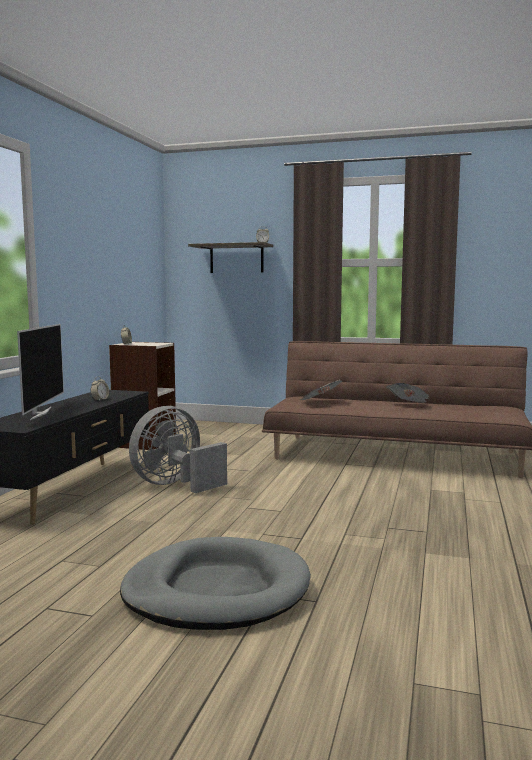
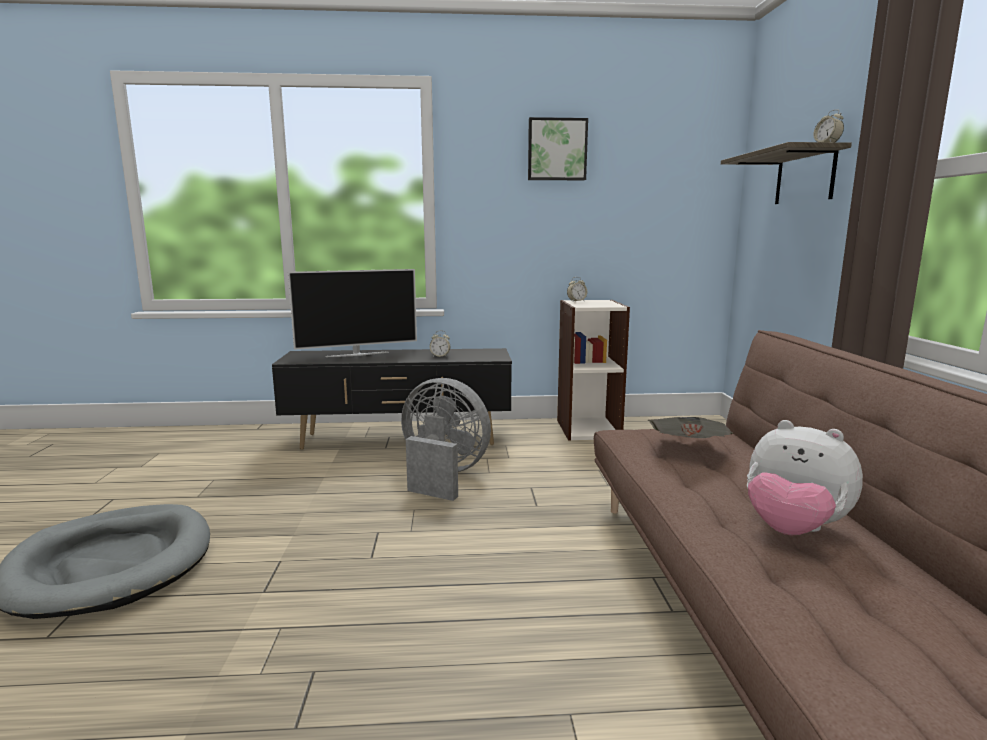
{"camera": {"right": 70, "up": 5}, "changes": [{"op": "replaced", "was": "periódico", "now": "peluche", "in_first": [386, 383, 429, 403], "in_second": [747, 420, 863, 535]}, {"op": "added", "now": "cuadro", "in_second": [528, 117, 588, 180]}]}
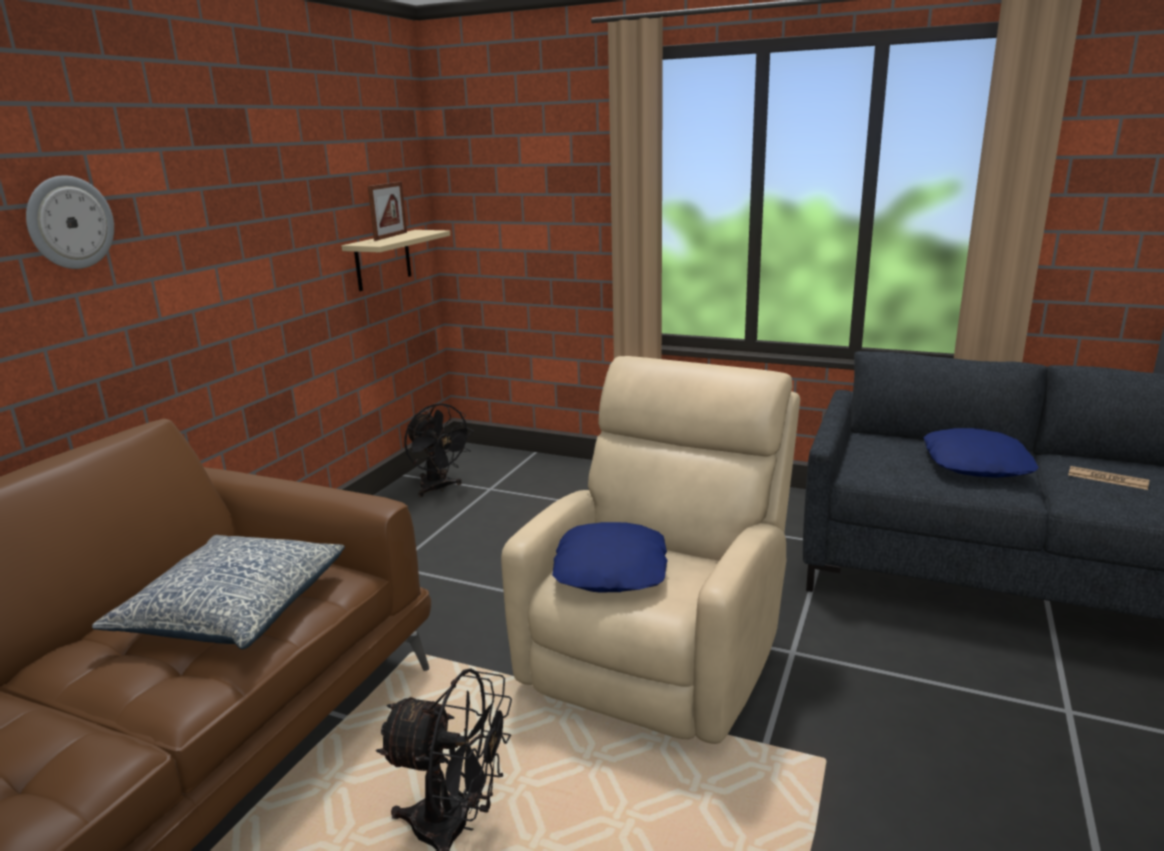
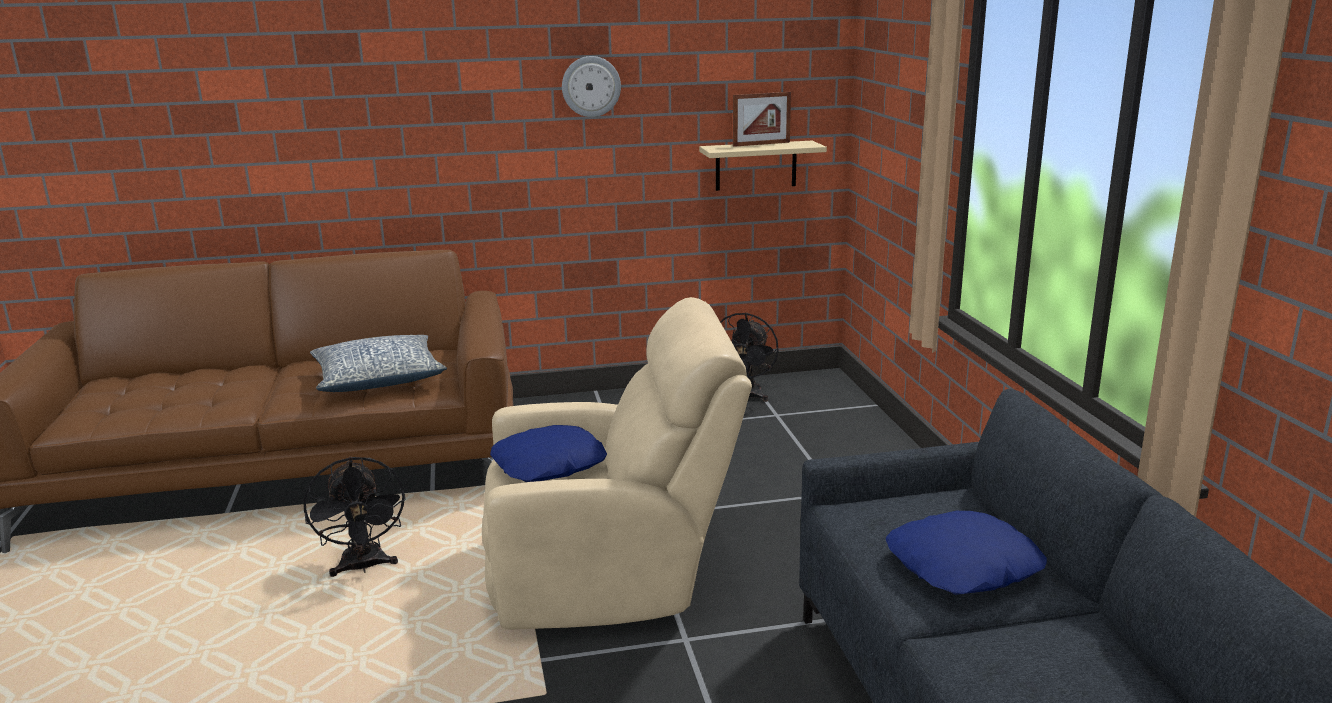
{"camera": {"right": 55, "up": 0}, "changes": [{"op": "moved", "was": "reloj de pared", "in_first": [26, 175, 114, 269], "in_second": [562, 56, 621, 117]}, {"op": "removed", "was": "periódico", "in_first": [1068, 466, 1149, 490]}]}
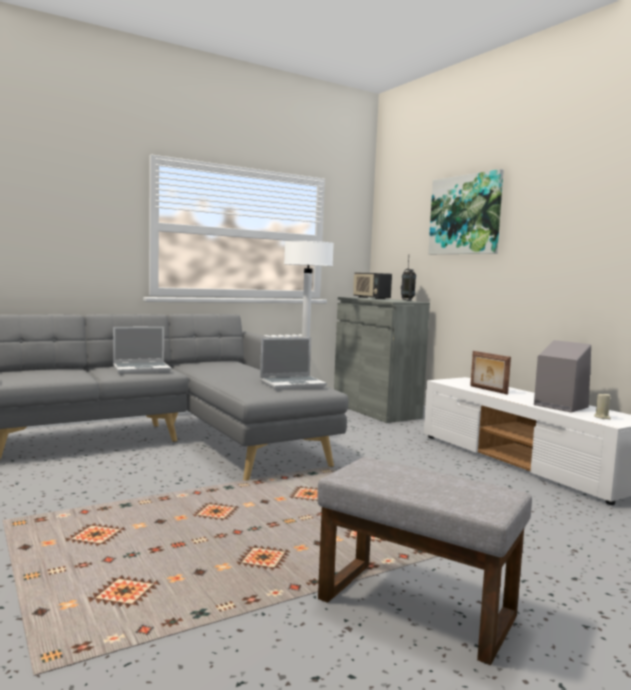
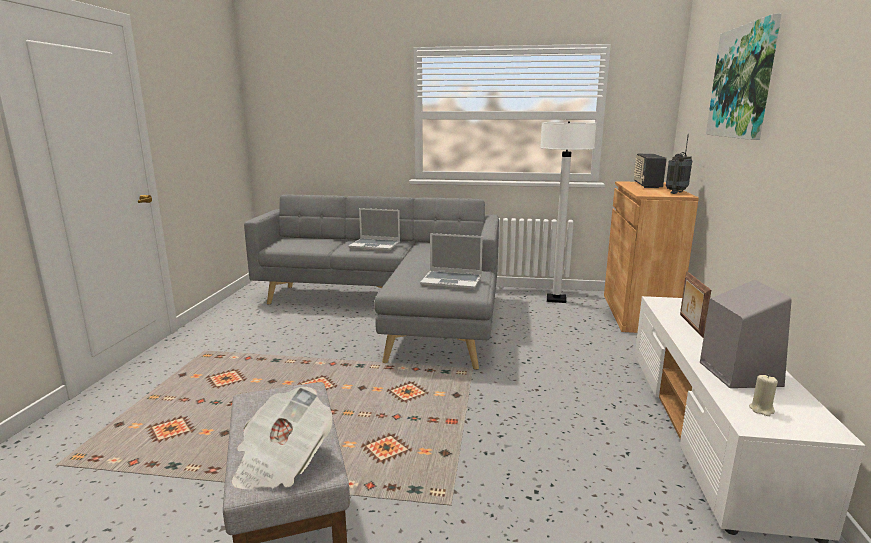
{"camera": {"right": 40, "up": 10}, "changes": [{"op": "recoloured", "was": "armario [gris]", "now": "armario [marrón]", "in_first": [334, 297, 430, 423], "in_second": [604, 181, 699, 333]}, {"op": "added", "now": "periódico", "in_second": [232, 386, 332, 489]}]}
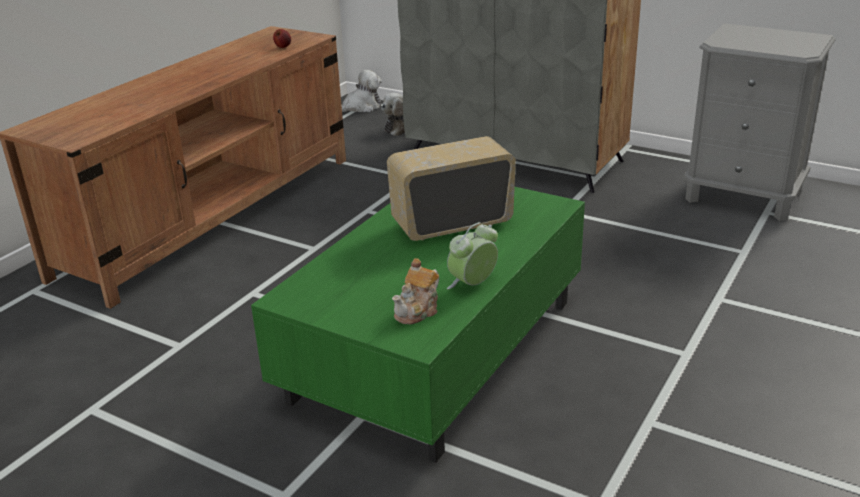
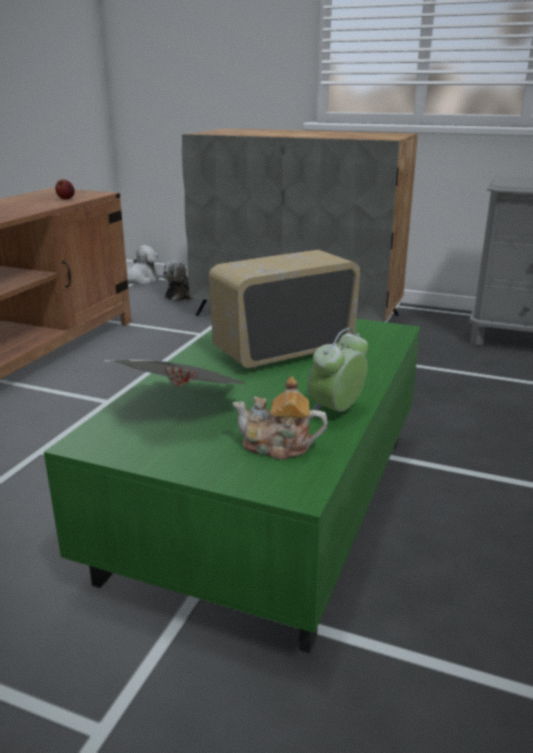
{"camera": {"right": -10, "up": -5}, "changes": [{"op": "turned", "was": "tetera", "in_first": [392, 258, 439, 325], "in_second": [233, 376, 328, 460], "clockwise": 75}, {"op": "added", "now": "periódico", "in_second": [103, 359, 245, 386]}]}
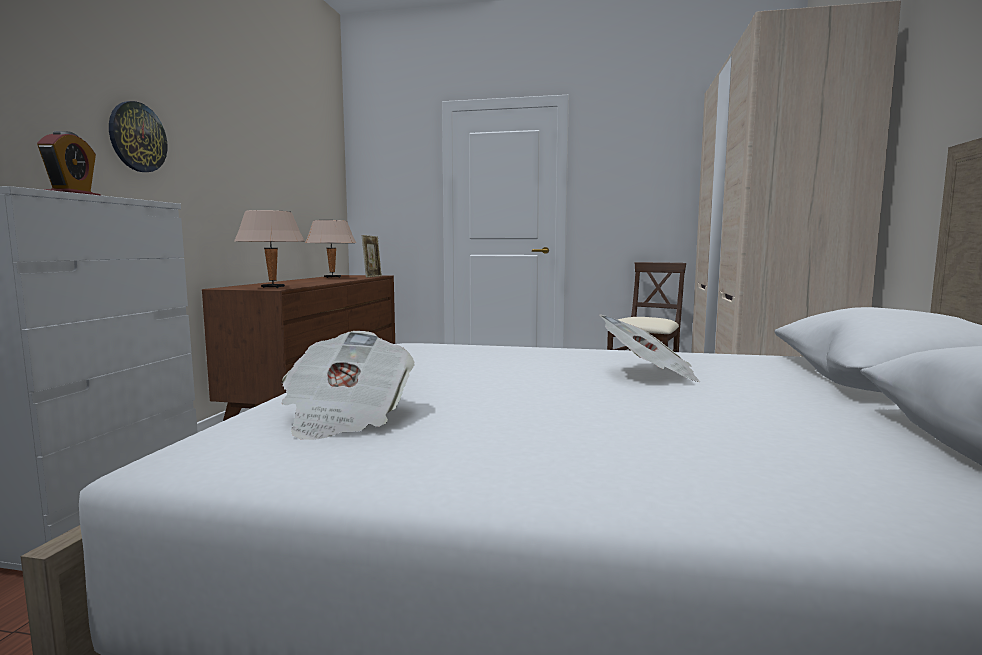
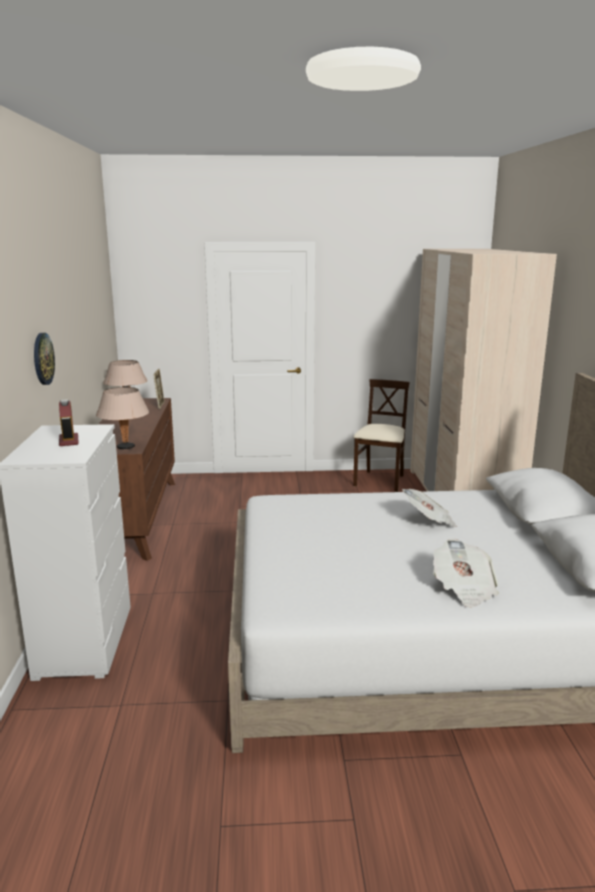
{"camera": {"right": -15, "up": 10}, "changes": [{"op": "moved", "was": "periódico", "in_first": [281, 331, 415, 440], "in_second": [433, 539, 499, 608]}]}
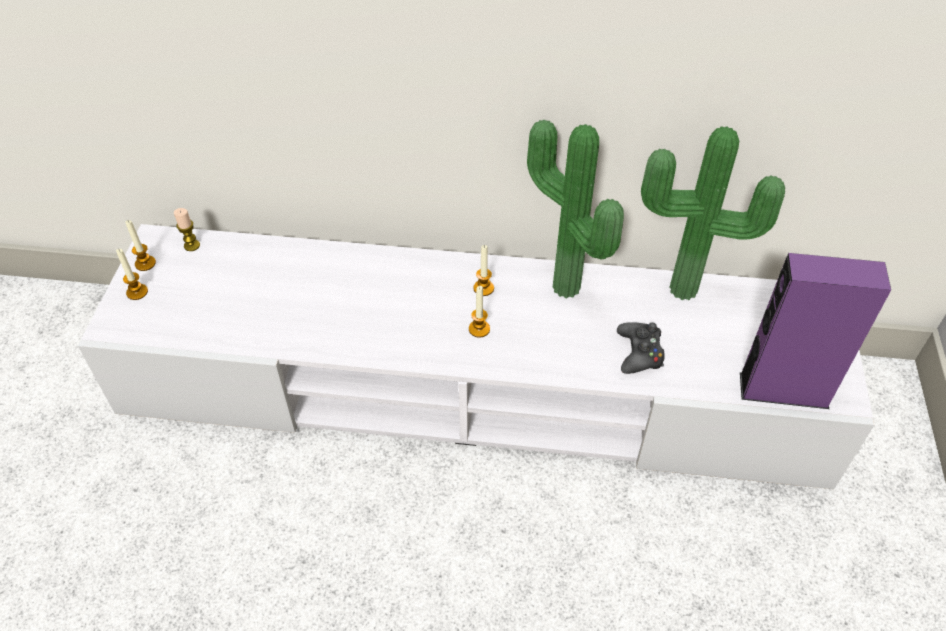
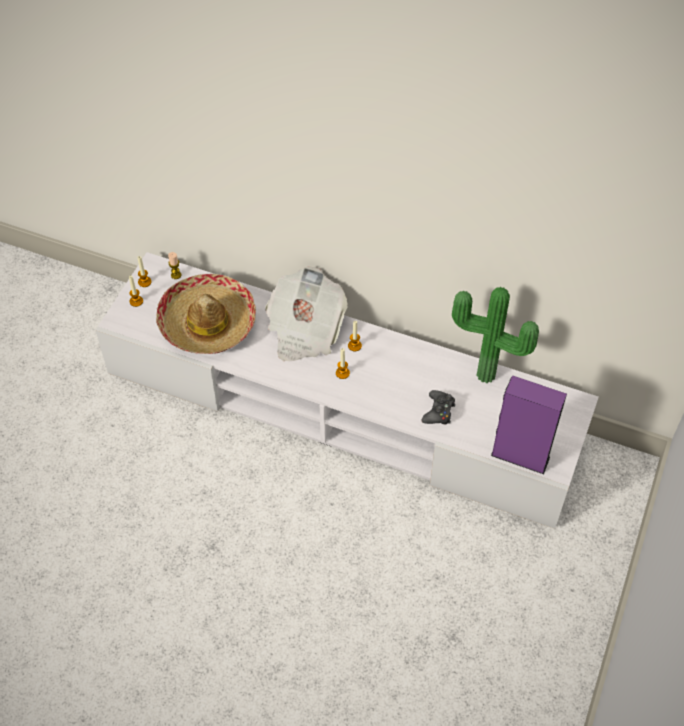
{"camera": {"right": 15, "up": 5}, "changes": [{"op": "removed", "was": "planta en maceta", "in_first": [527, 120, 624, 298]}, {"op": "added", "now": "periódico", "in_second": [265, 266, 348, 361]}, {"op": "added", "now": "sombrero", "in_second": [156, 274, 256, 354]}]}
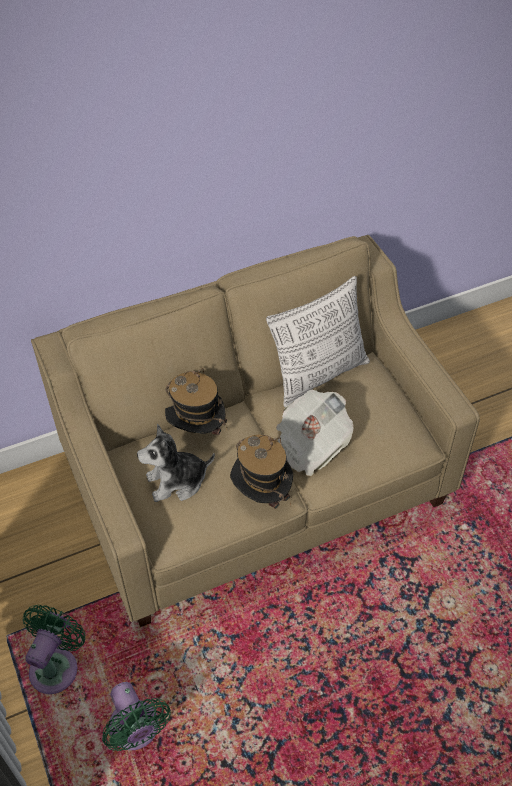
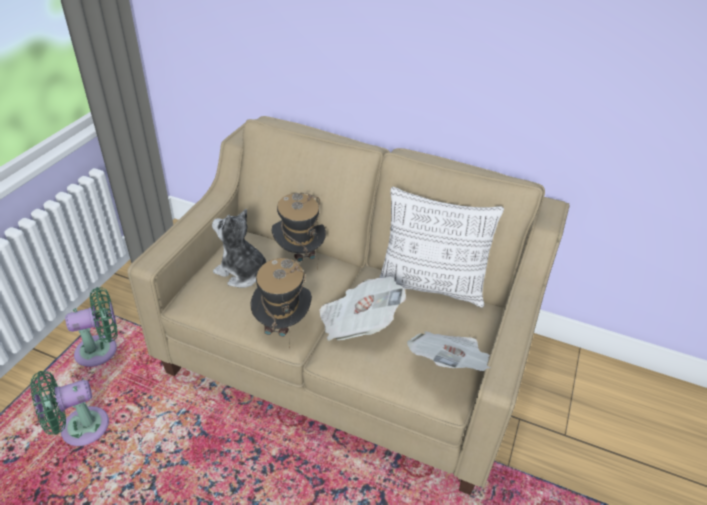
{"camera": {"right": 45, "up": -10}, "changes": [{"op": "turned", "was": "ventilador [verde]", "in_first": [102, 682, 171, 751], "in_second": [30, 371, 109, 446], "clockwise": 45}, {"op": "added", "now": "periódico", "in_second": [407, 331, 491, 371]}]}
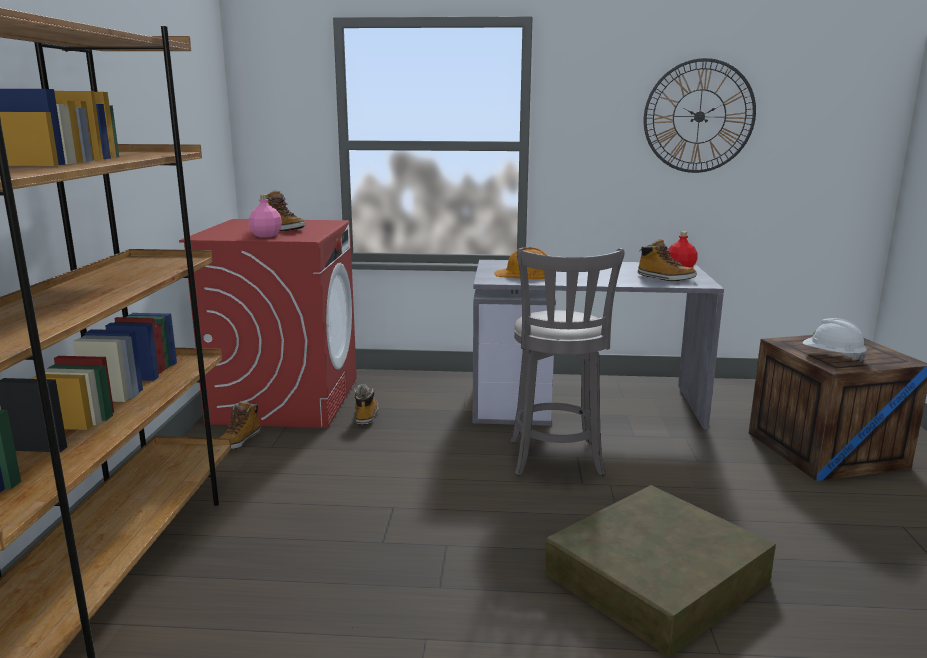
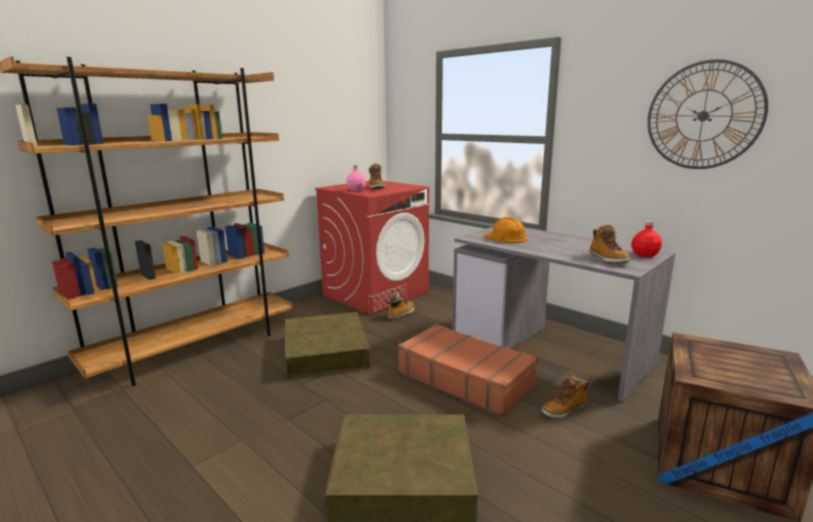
{"camera": {"right": 40, "up": 0}, "changes": [{"op": "replaced", "was": "taburete [gris]", "now": "maleta [marrón]", "in_first": [510, 248, 625, 476], "in_second": [398, 324, 538, 417]}, {"op": "removed", "was": "casco [blanco]", "in_first": [803, 318, 867, 362]}, {"op": "moved", "was": "bota", "in_first": [219, 401, 261, 450], "in_second": [542, 375, 588, 418]}, {"op": "added", "now": "caja de almacenaje [marrón]", "in_second": [285, 312, 370, 379]}]}
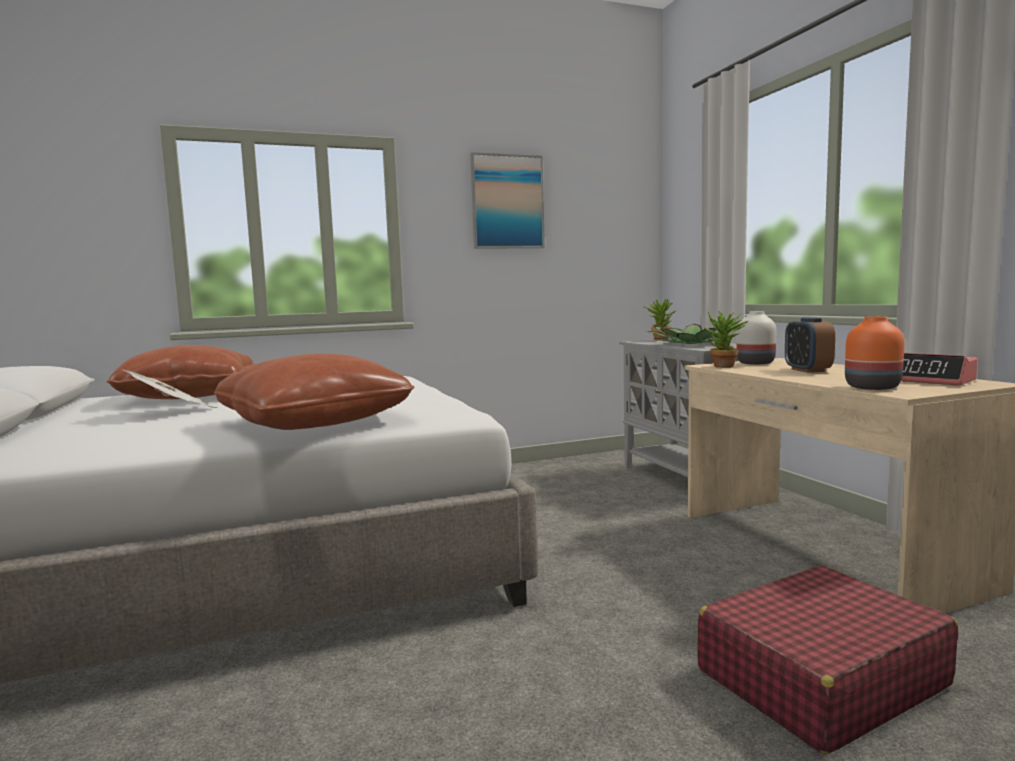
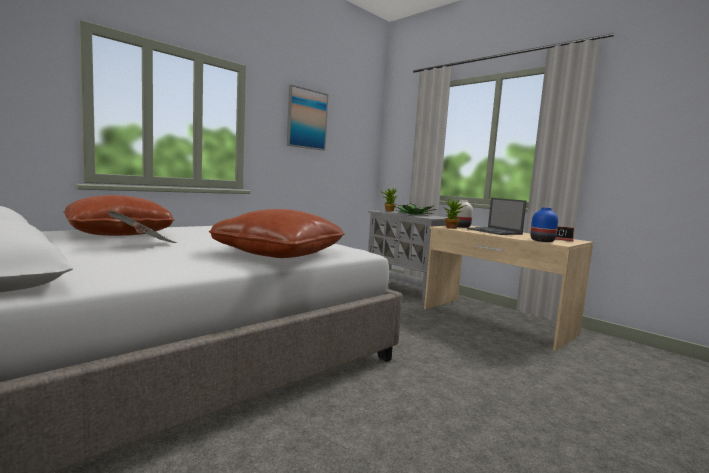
{"camera": {"right": -25, "up": 0}, "changes": [{"op": "recoloured", "was": "florero [naranja]", "now": "florero [azul]", "in_first": [845, 316, 904, 390], "in_second": [530, 208, 558, 242]}, {"op": "replaced", "was": "despertador", "now": "portátil", "in_first": [785, 317, 835, 373], "in_second": [467, 198, 526, 235]}, {"op": "removed", "was": "maleta [rojo]", "in_first": [698, 565, 958, 754]}]}
